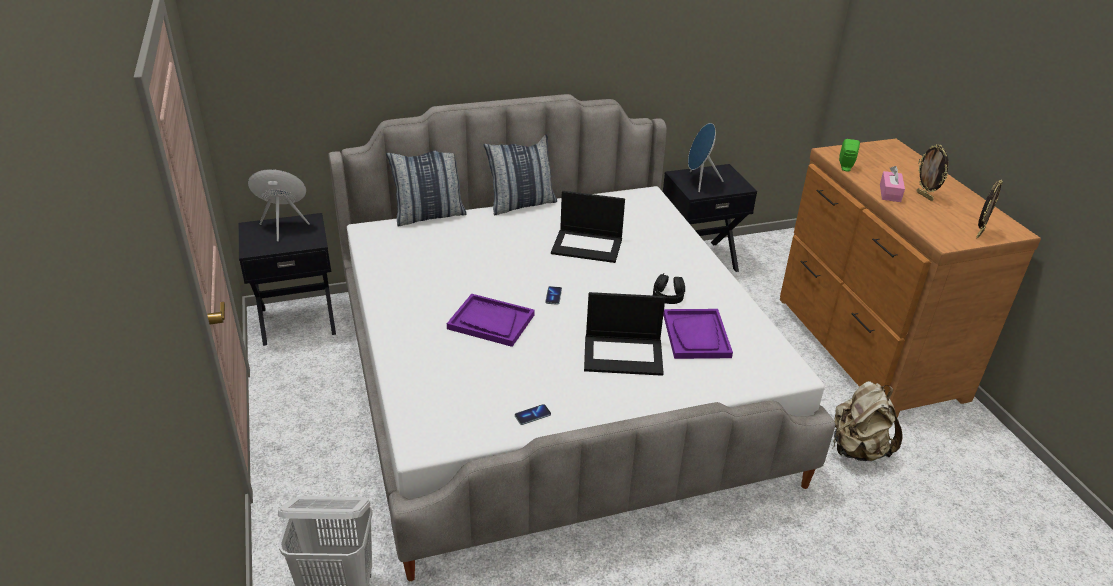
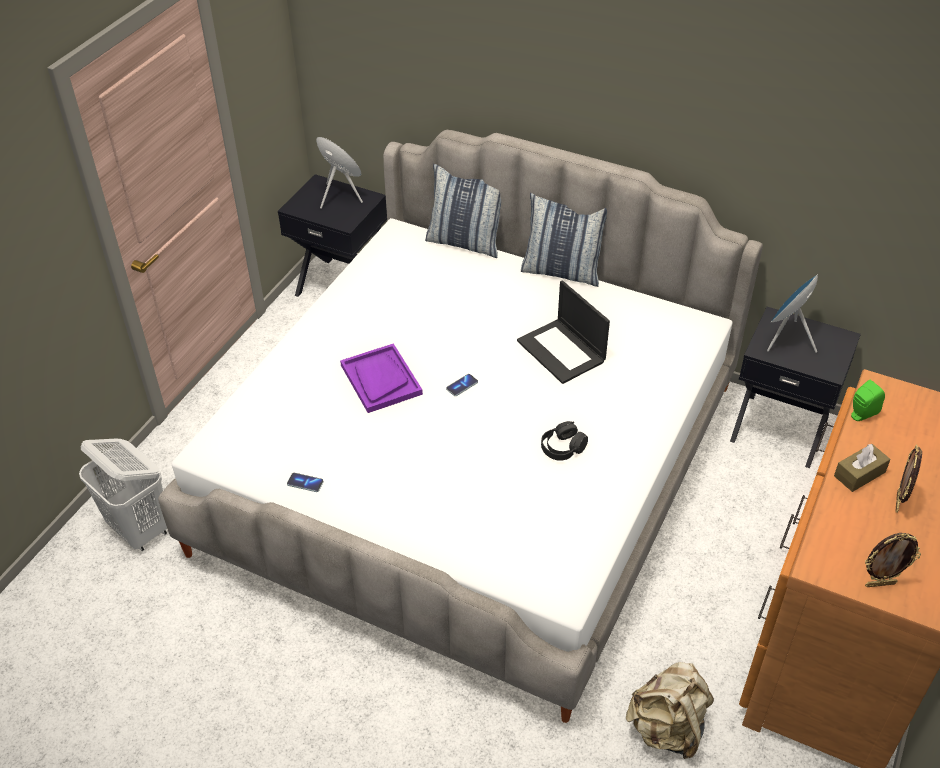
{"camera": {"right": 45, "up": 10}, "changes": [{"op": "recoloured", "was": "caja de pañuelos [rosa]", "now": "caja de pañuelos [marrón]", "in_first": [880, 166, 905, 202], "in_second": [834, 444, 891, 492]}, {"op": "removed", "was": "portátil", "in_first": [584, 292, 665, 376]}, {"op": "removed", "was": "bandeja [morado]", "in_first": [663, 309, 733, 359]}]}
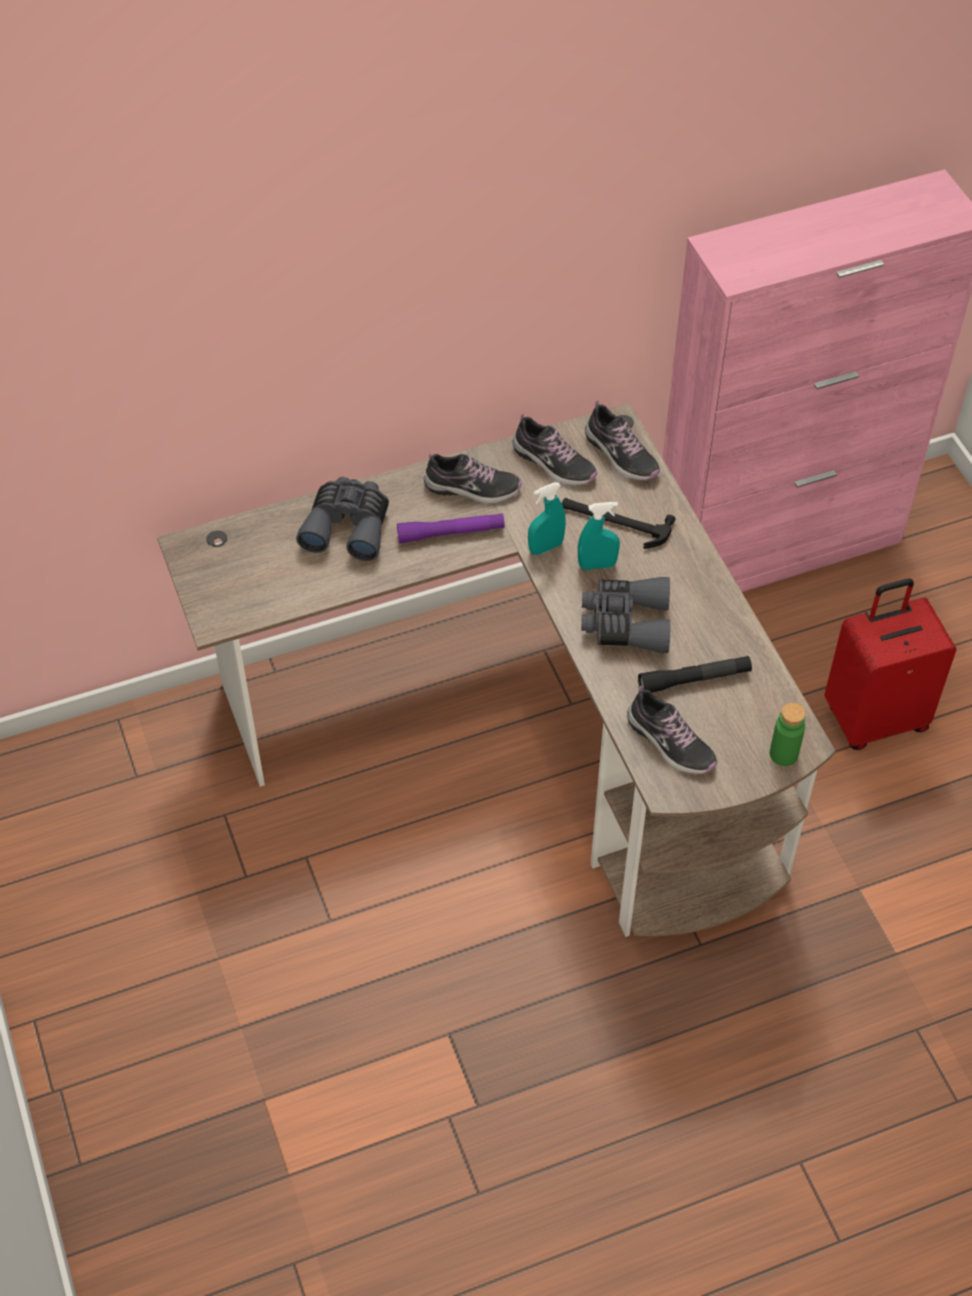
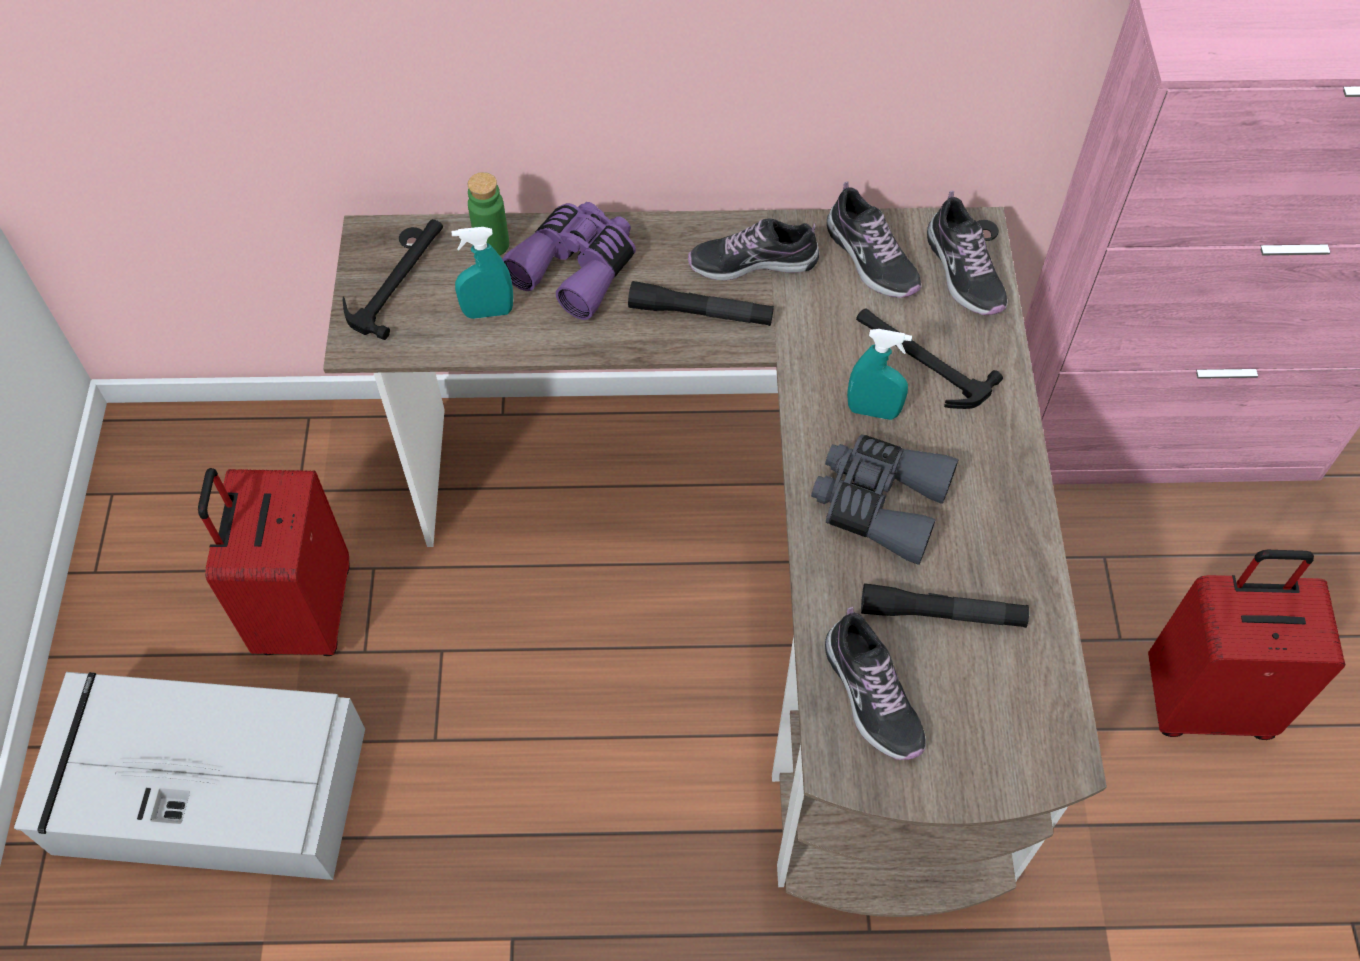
{"camera": {"right": 20, "up": 5}, "changes": [{"op": "turned", "was": "zapato", "in_first": [424, 453, 522, 504], "in_second": [688, 218, 819, 281], "clockwise": 150}, {"op": "recoloured", "was": "prismáticos [gris]", "now": "prismáticos [morado]", "in_first": [296, 477, 389, 561], "in_second": [502, 202, 636, 320]}, {"op": "moved", "was": "pulverizador [turquesa]", "in_first": [528, 483, 566, 555], "in_second": [451, 227, 513, 319]}, {"op": "recoloured", "was": "linterna [morado]", "now": "linterna [negro]", "in_first": [397, 513, 505, 543], "in_second": [628, 281, 774, 326]}, {"op": "moved", "was": "botella [verde]", "in_first": [770, 703, 806, 766], "in_second": [468, 172, 509, 256]}, {"op": "added", "now": "martillo", "in_second": [343, 219, 443, 340]}, {"op": "added", "now": "maleta [rojo]", "in_second": [198, 468, 349, 656]}, {"op": "added", "now": "caja de almacenaje [gris]", "in_second": [14, 672, 365, 880]}]}
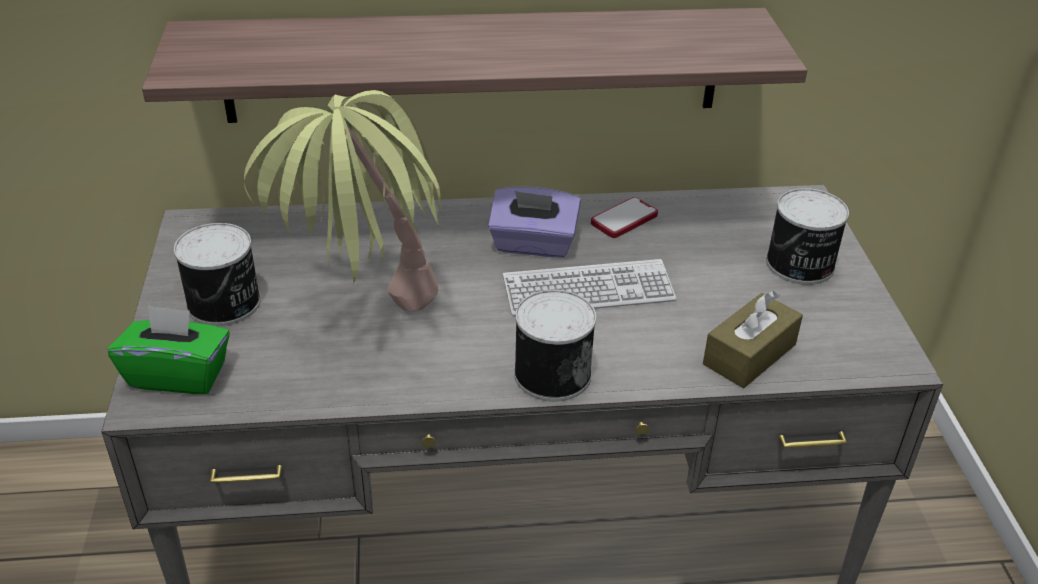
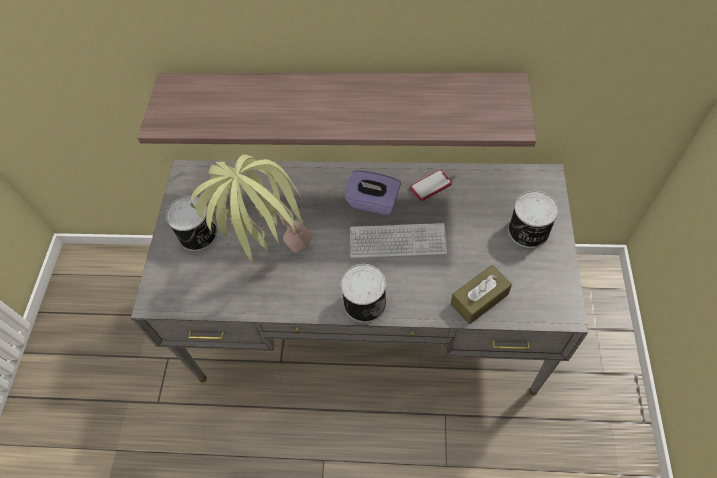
{"camera": {"right": 15, "up": 20}, "changes": [{"op": "removed", "was": "caja de pañuelos [verde]", "in_first": [107, 305, 230, 394]}]}
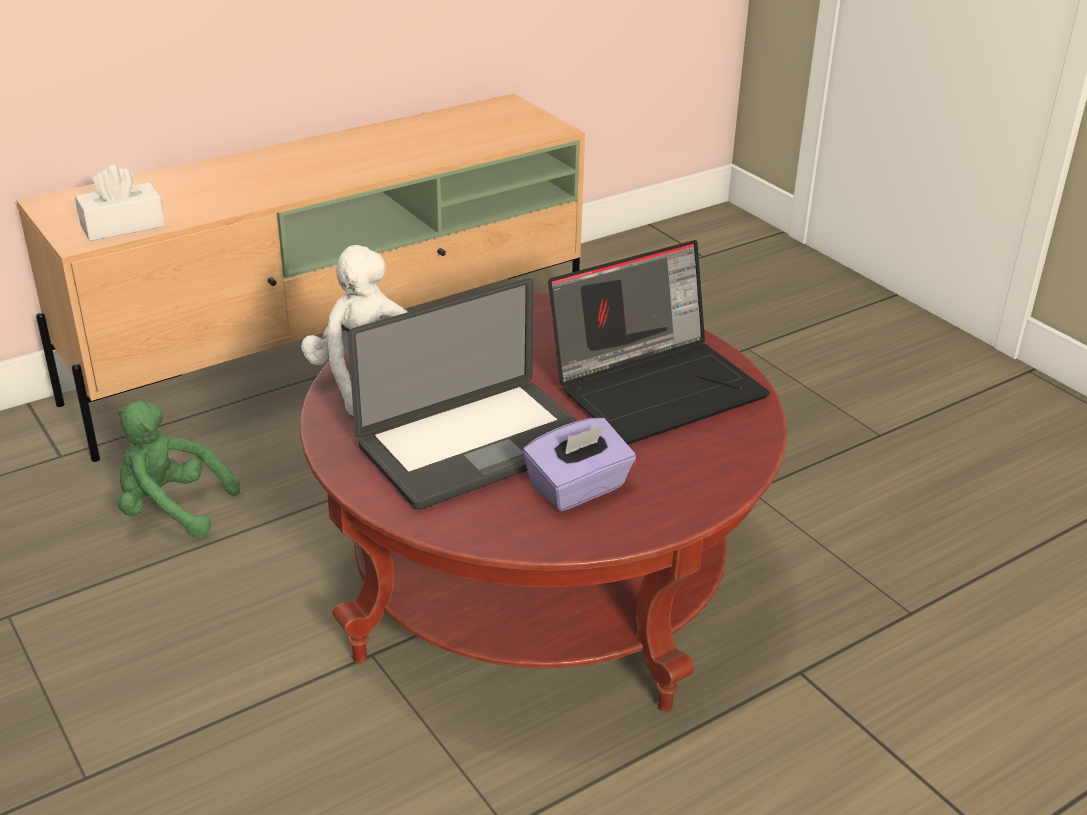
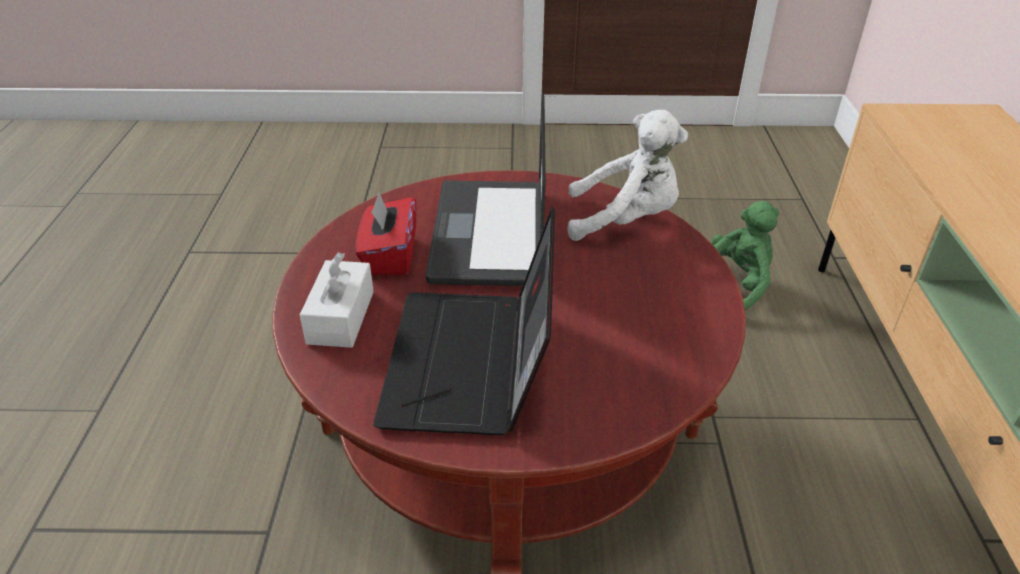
{"camera": {"right": 125, "up": 5}, "changes": [{"op": "moved", "was": "caja de pañuelos [blanco]", "in_first": [75, 165, 165, 241], "in_second": [300, 252, 374, 348]}, {"op": "recoloured", "was": "caja de pañuelos [morado]", "now": "caja de pañuelos [rojo]", "in_first": [523, 418, 636, 511], "in_second": [356, 192, 416, 275]}]}
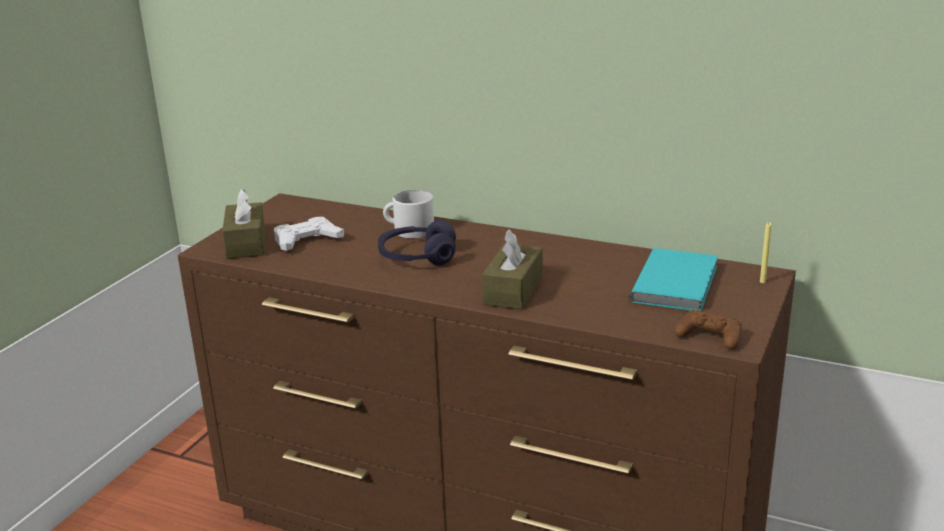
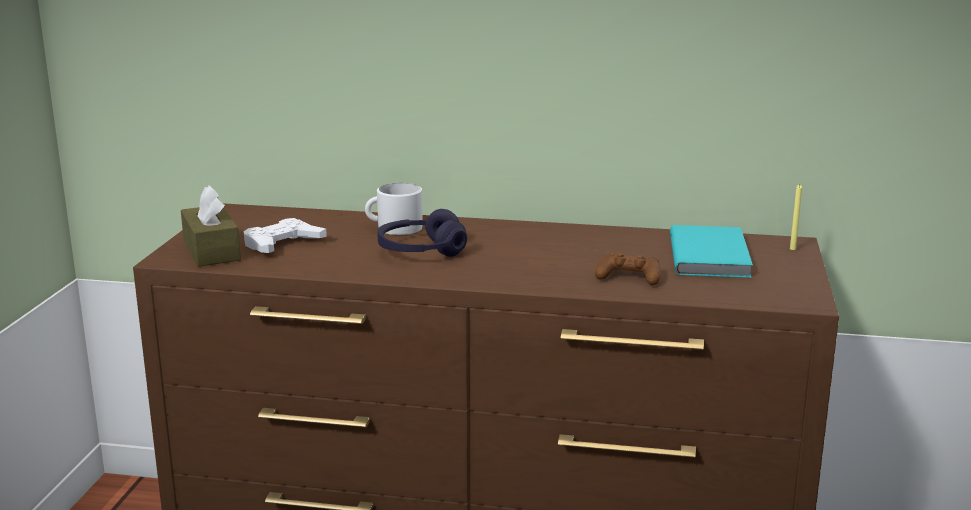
{"camera": {"right": -15, "up": -5}, "changes": [{"op": "removed", "was": "caja de pañuelos [marrón]", "in_first": [482, 229, 543, 309]}, {"op": "moved", "was": "mando de consola [marrón]", "in_first": [674, 310, 742, 350], "in_second": [595, 253, 661, 285]}]}
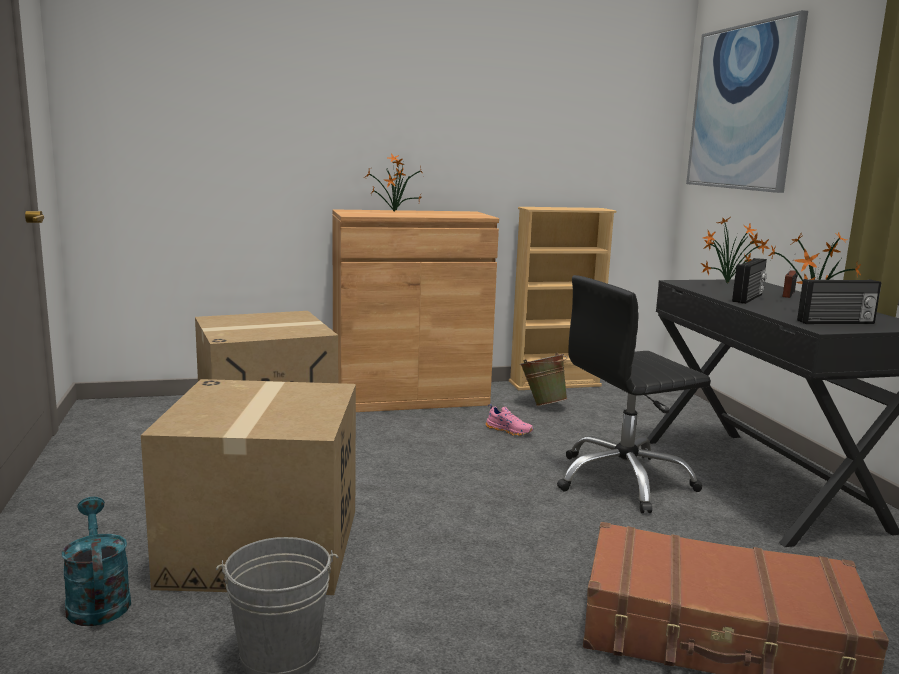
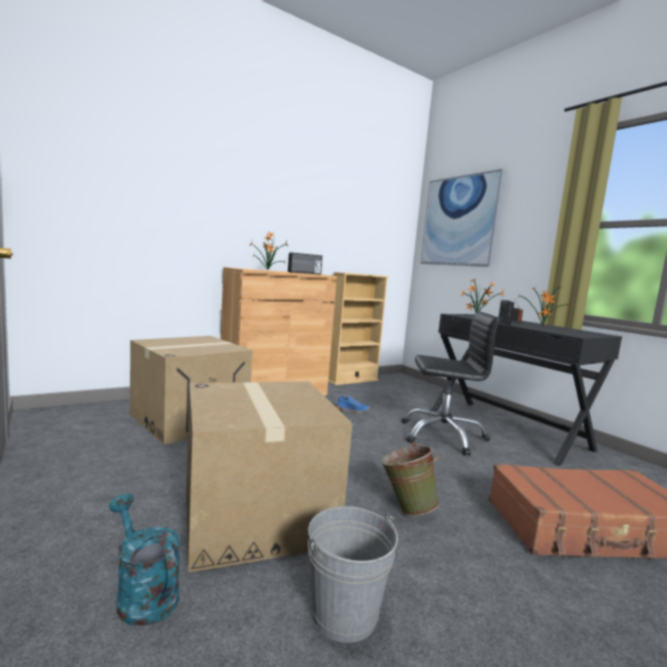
{"camera": {"right": -20, "up": -5}, "changes": [{"op": "turned", "was": "silla de oficina [negro]", "in_first": [557, 275, 711, 513], "in_second": [402, 312, 500, 456], "clockwise": -135}, {"op": "moved", "was": "radio", "in_first": [797, 279, 881, 324], "in_second": [288, 252, 322, 275]}, {"op": "moved", "was": "cubo [verde]", "in_first": [520, 353, 567, 406], "in_second": [381, 442, 439, 516]}, {"op": "recoloured", "was": "zapato [rosa]", "now": "zapato [azul]", "in_first": [486, 404, 533, 436], "in_second": [336, 394, 370, 413]}]}
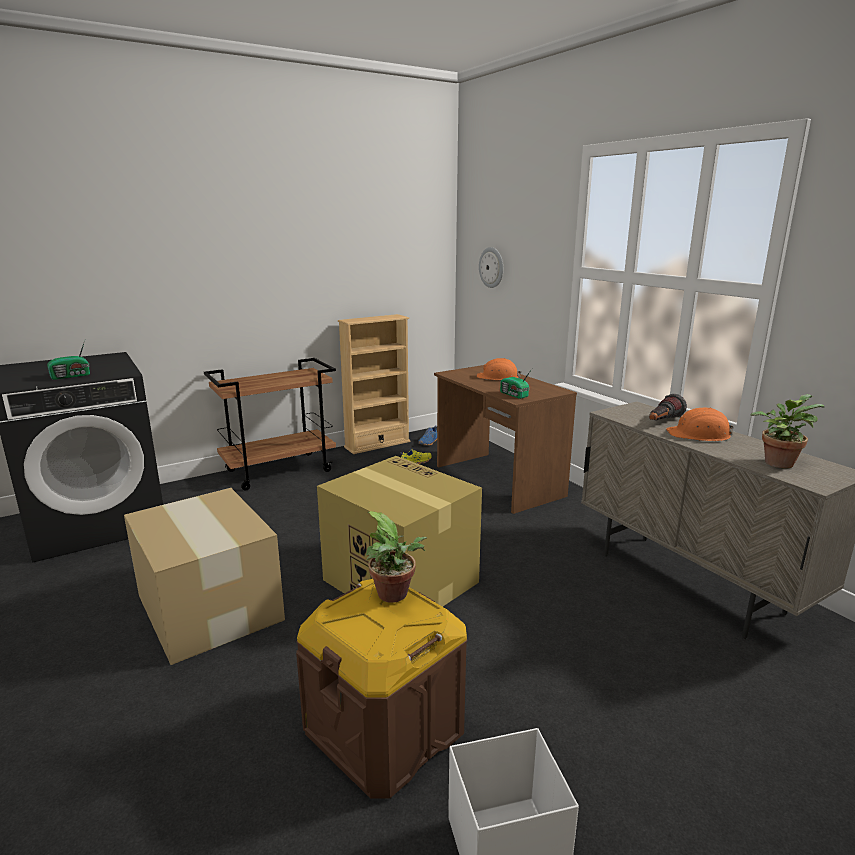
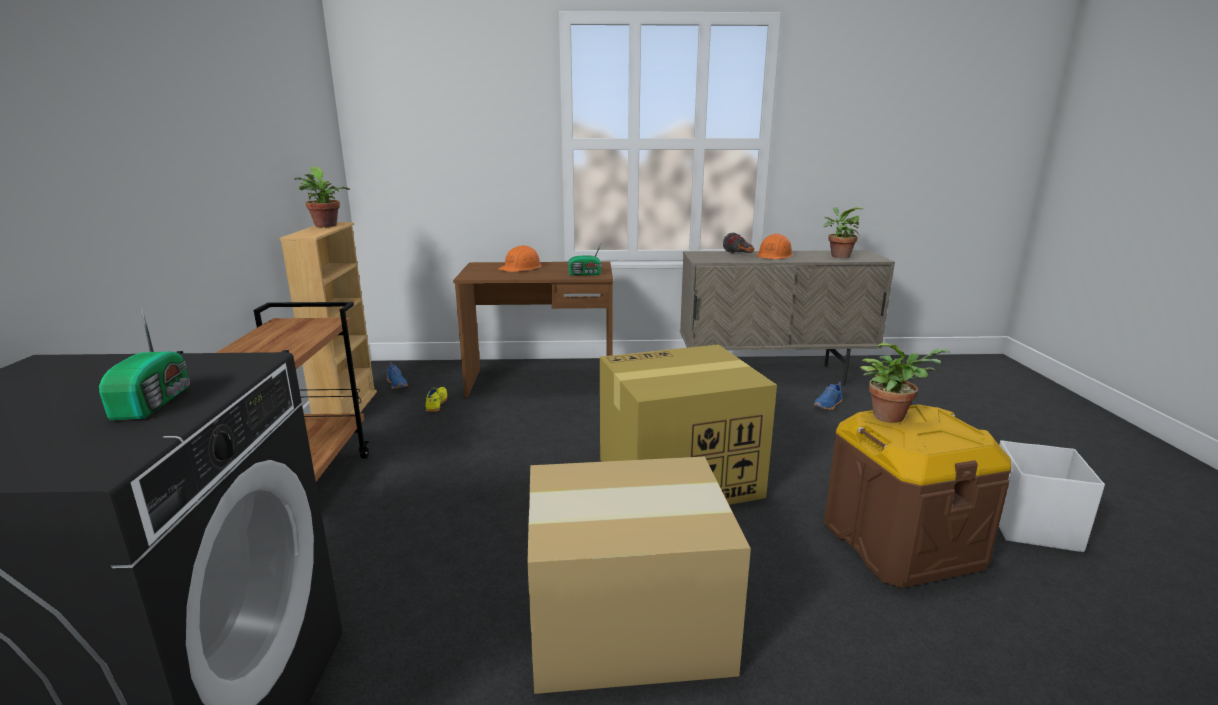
{"camera": {"right": -60, "up": 0}, "changes": [{"op": "removed", "was": "reloj de pared", "in_first": [479, 247, 503, 288]}, {"op": "added", "now": "planta en maceta", "in_second": [294, 167, 350, 227]}, {"op": "added", "now": "zapato [azul]", "in_second": [814, 382, 842, 410]}]}
